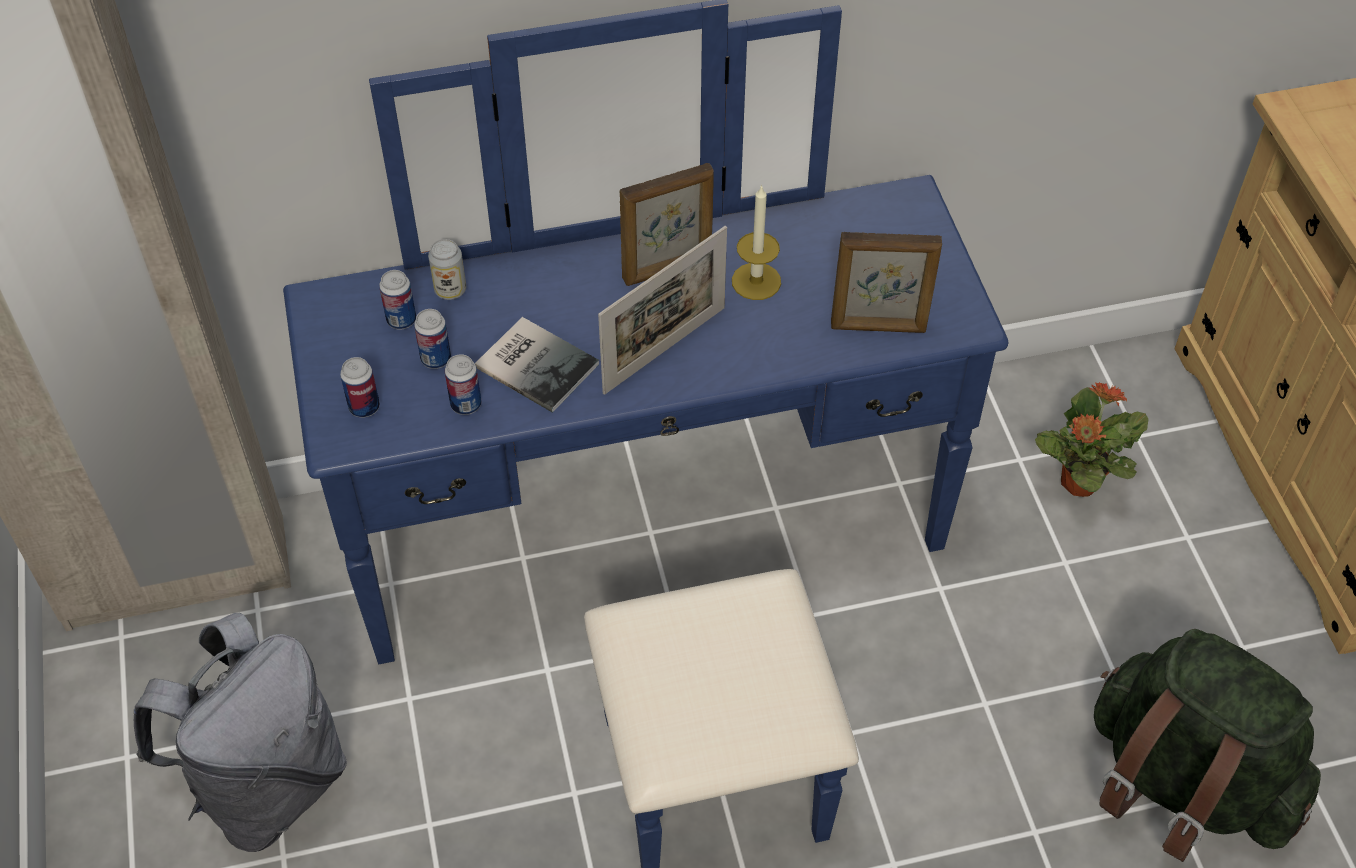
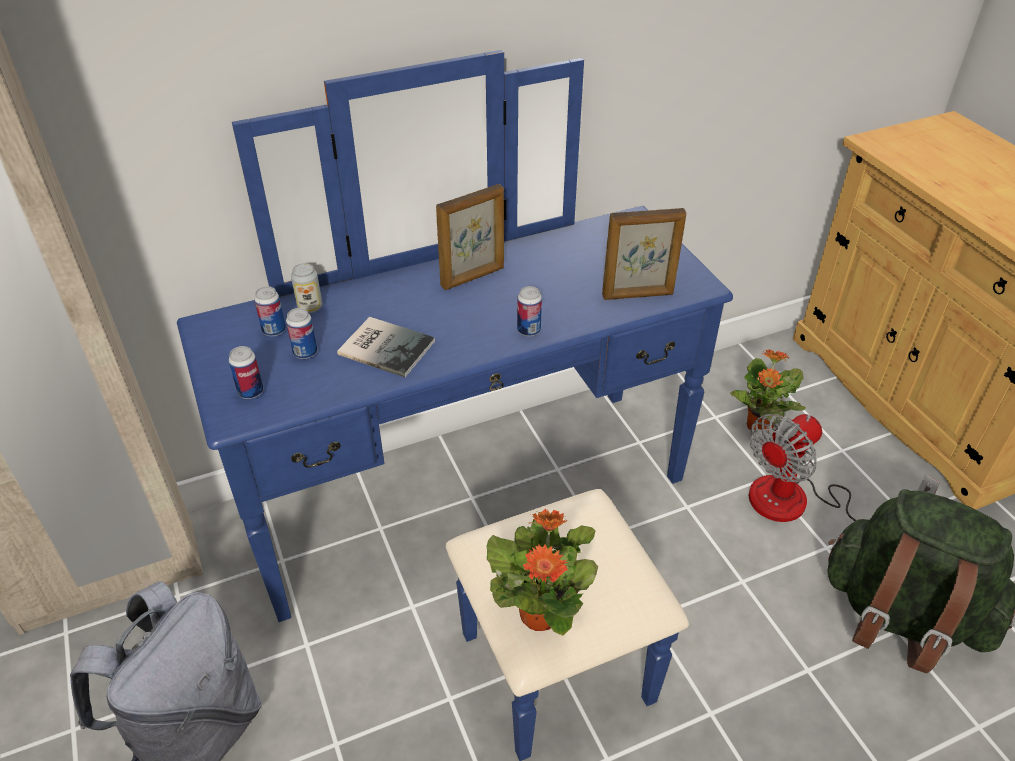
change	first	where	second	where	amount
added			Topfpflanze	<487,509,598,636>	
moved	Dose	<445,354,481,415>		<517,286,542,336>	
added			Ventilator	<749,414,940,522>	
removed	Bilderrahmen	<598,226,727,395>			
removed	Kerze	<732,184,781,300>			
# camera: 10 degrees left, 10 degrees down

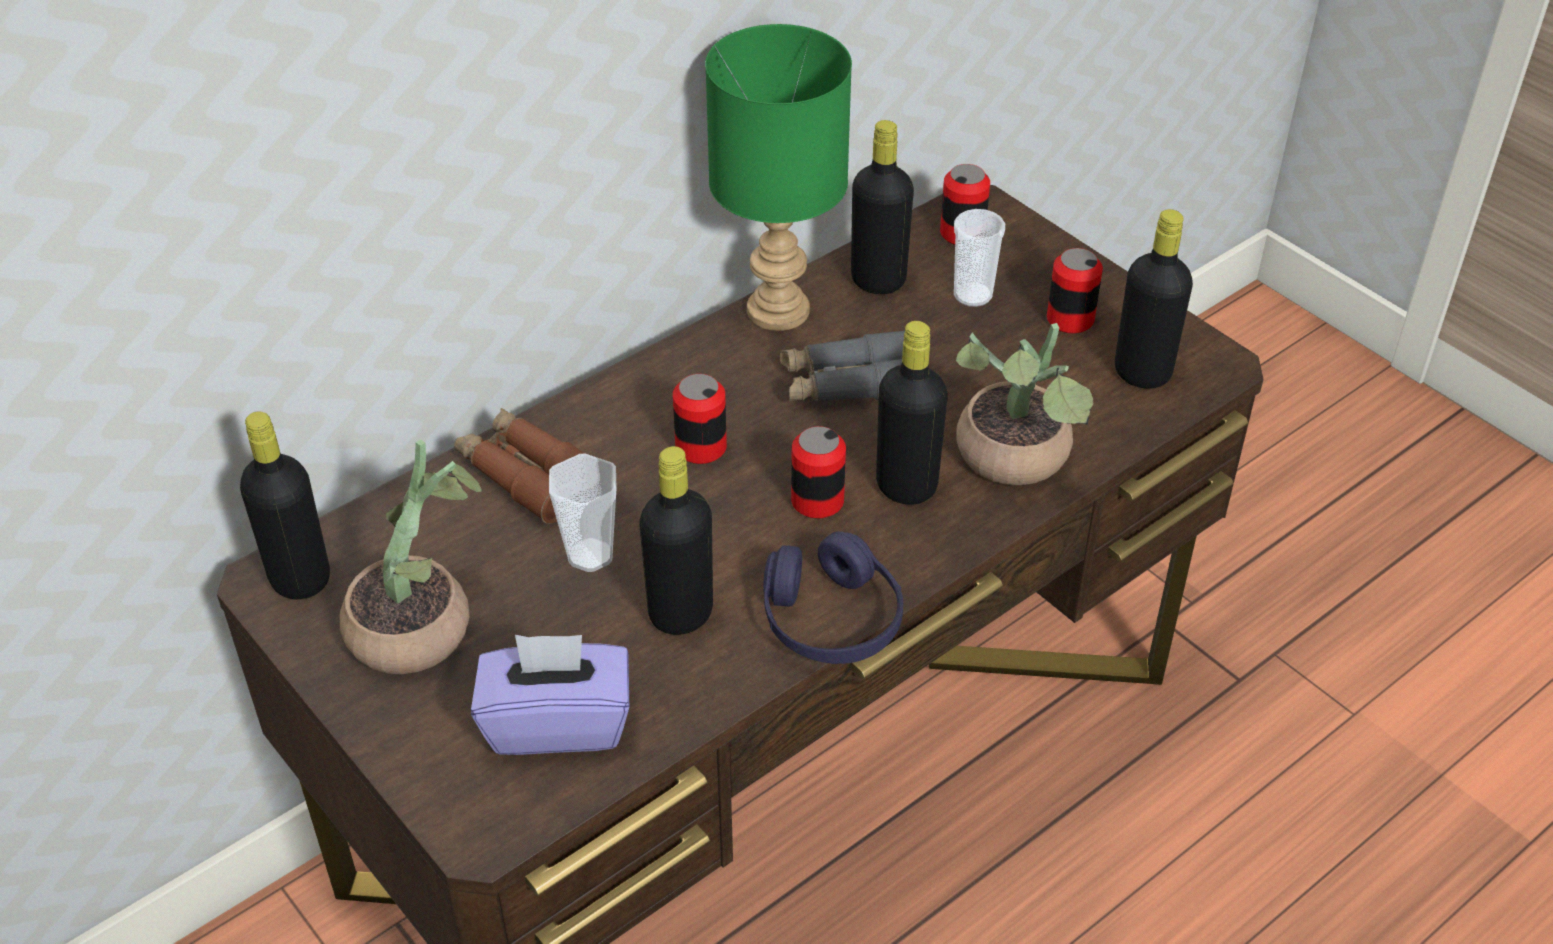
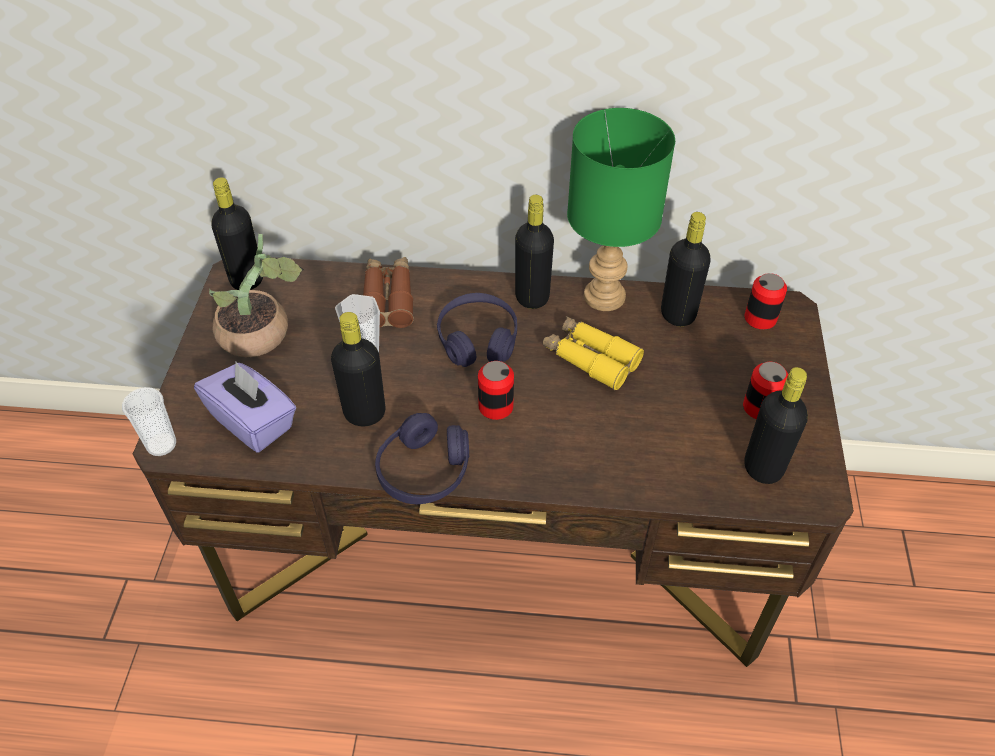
change	first	where	second	where	amount
moved	Tasse	<954,209,1005,307>		<122,387,176,456>	
replaced	Dose	<673,374,727,464>	Kopfhörer (lila)	<437,293,517,367>	
moved	Flasche (schwarz)	<876,321,948,505>		<515,195,554,309>	
recoloured	Fernglas (grau)	<780,330,905,401>	Fernglas (gelb)	<542,316,644,390>	
removed	Topfpflanze	<956,323,1094,485>			
# camera: 45 degrees right, 5 degrees up

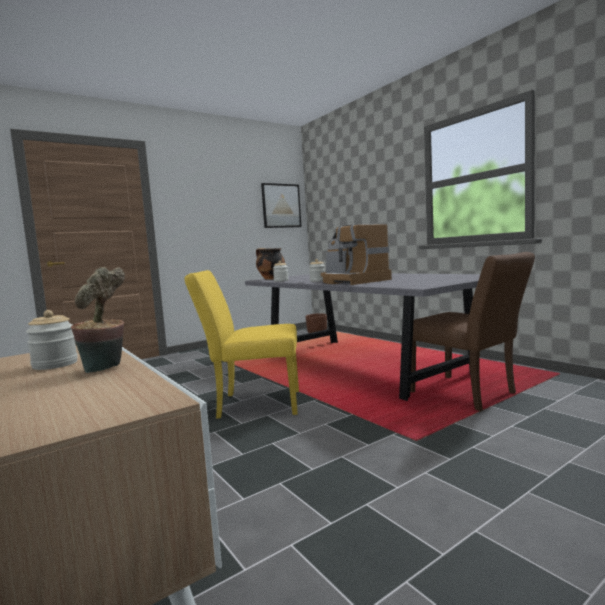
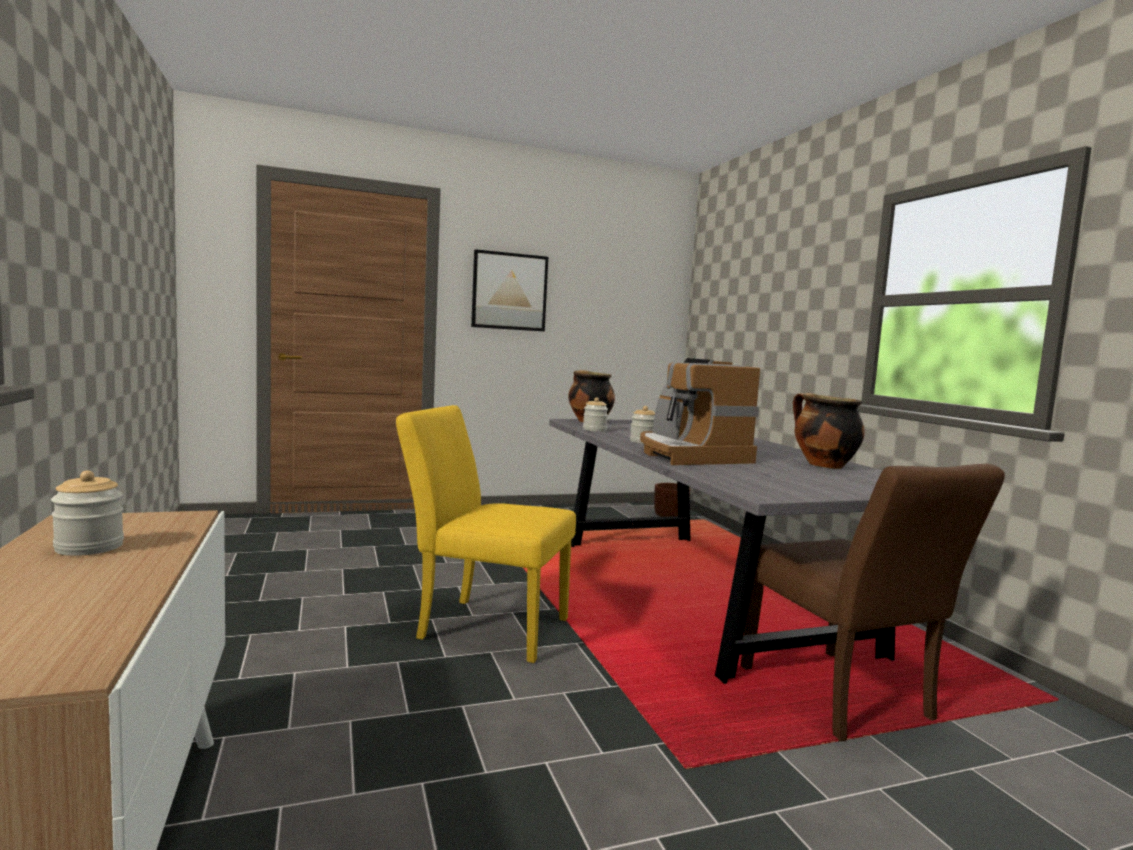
change	first	where	second	where	amount
moved	Bild	<261,183,302,228>		<471,249,548,331>	
added			Kochtopf	<793,393,865,469>	
removed	Topfpflanze	<71,267,125,373>			
# camera: 15 degrees right, 0 degrees up

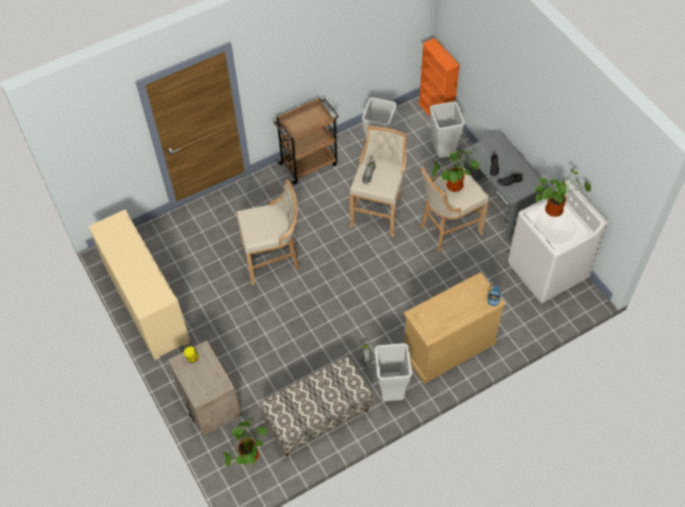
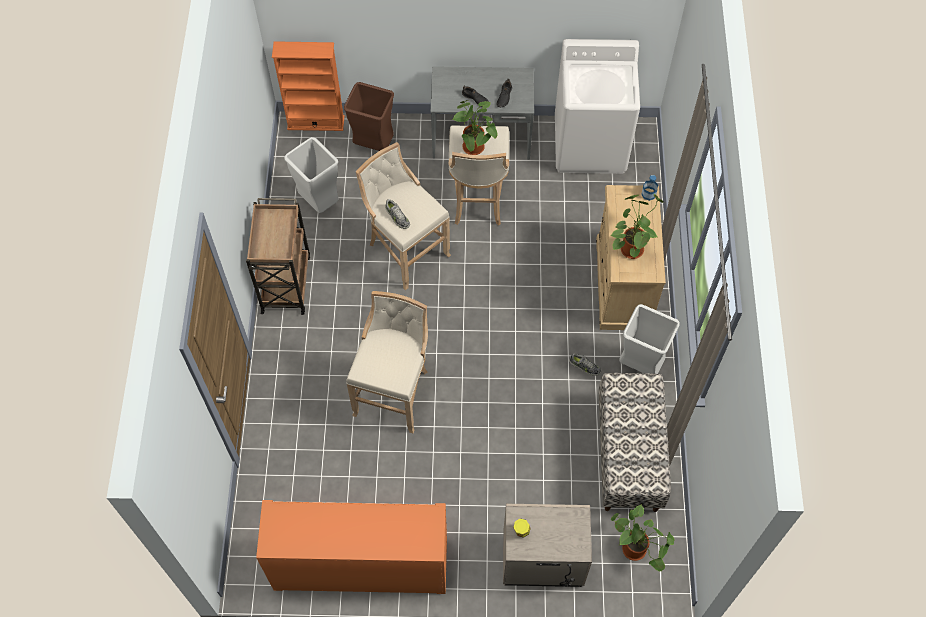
change	first	where	second	where	amount
recoloured	Schrank (beige)	<88,210,190,360>	Schrank (orange)	<256,500,447,594>	
recoloured	Mülleimer (grau)	<430,102,465,158>	Mülleimer (braun)	<344,82,394,151>	
moved	Topfpflanze	<534,169,591,217>		<610,194,664,259>	
# camera: 60 degrees left, 5 degrees up

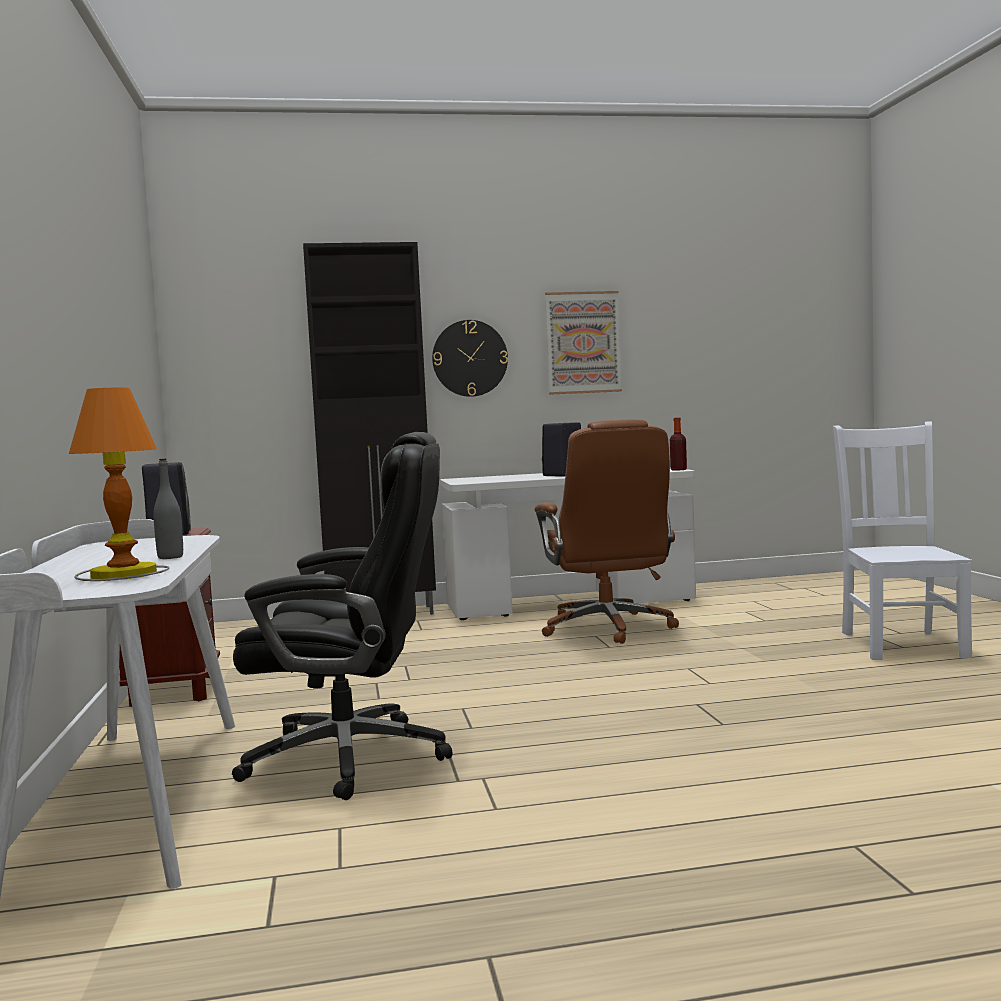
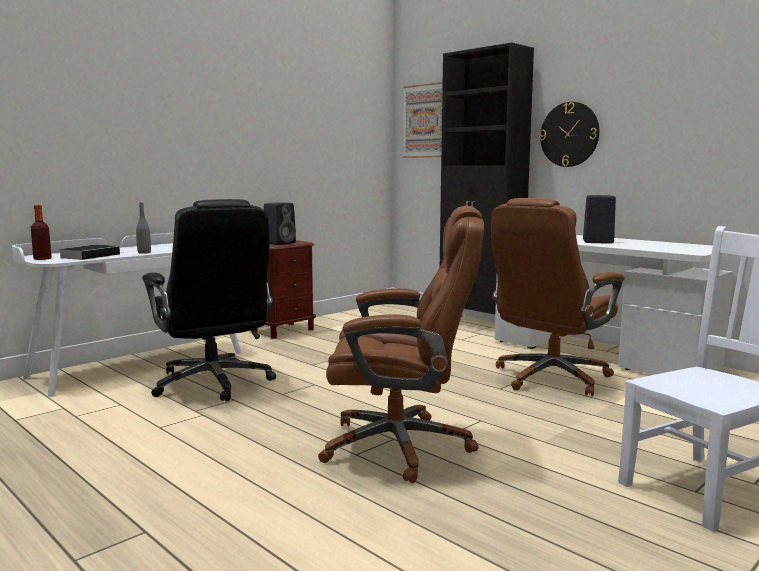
change	first	where	second	where	amount
moved	Flasche	<670,417,687,471>		<31,205,52,260>	
replaced	Tischlampe	<69,387,170,581>	Buch	<59,245,121,260>	
added			Bürostuhl (braun)	<318,206,484,483>	
moved	Bild	<545,291,622,395>		<403,82,443,158>	
# camera: 55 degrees right, 5 degrees up

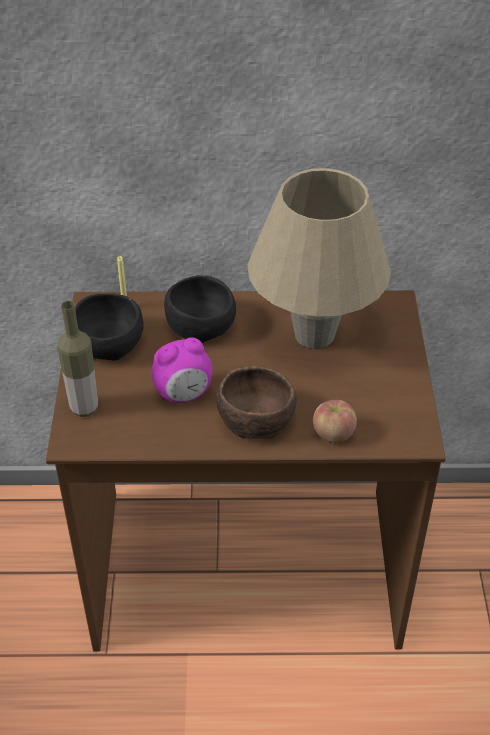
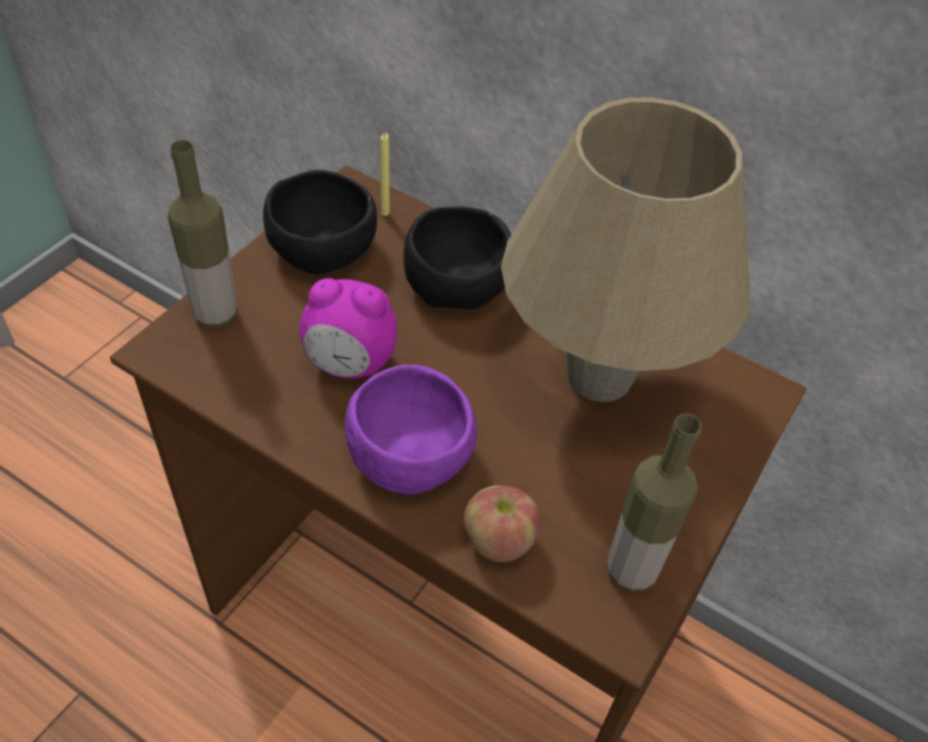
change	first	where	second	where	amount
recoloured	Schüssel (braun)	<216,366,297,439>	Schüssel (lila)	<345,365,477,495>	
added			Flasche	<607,414,702,592>	
# camera: 30 degrees right, 5 degrees up

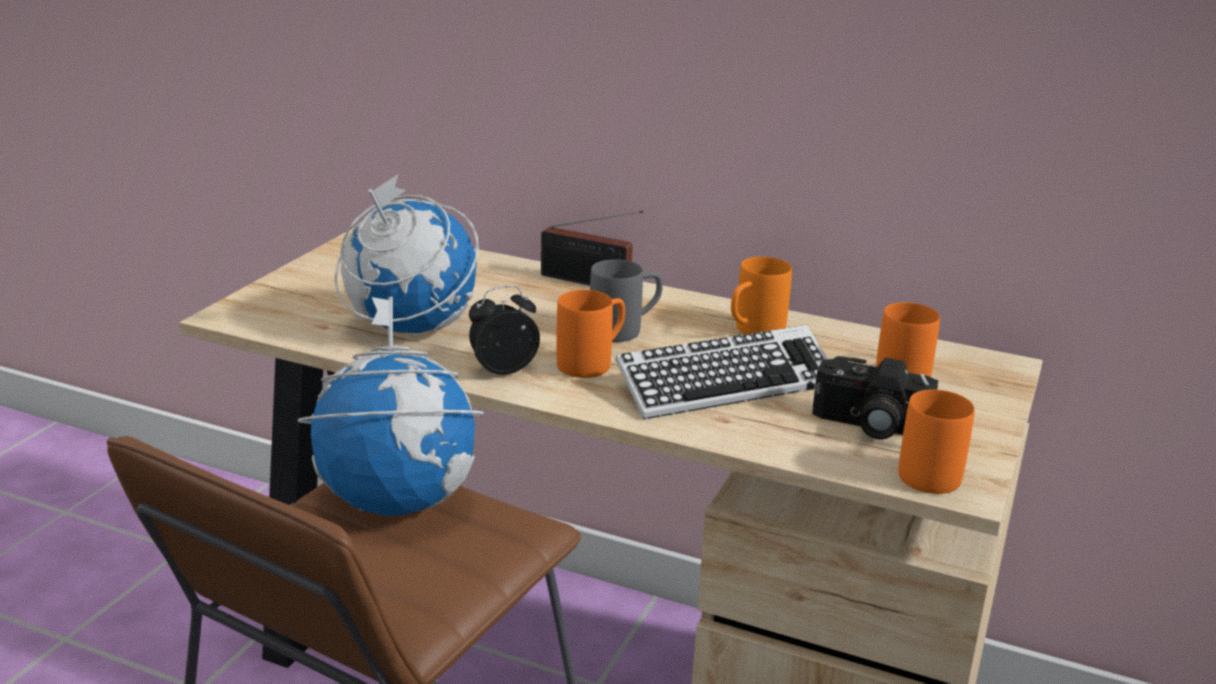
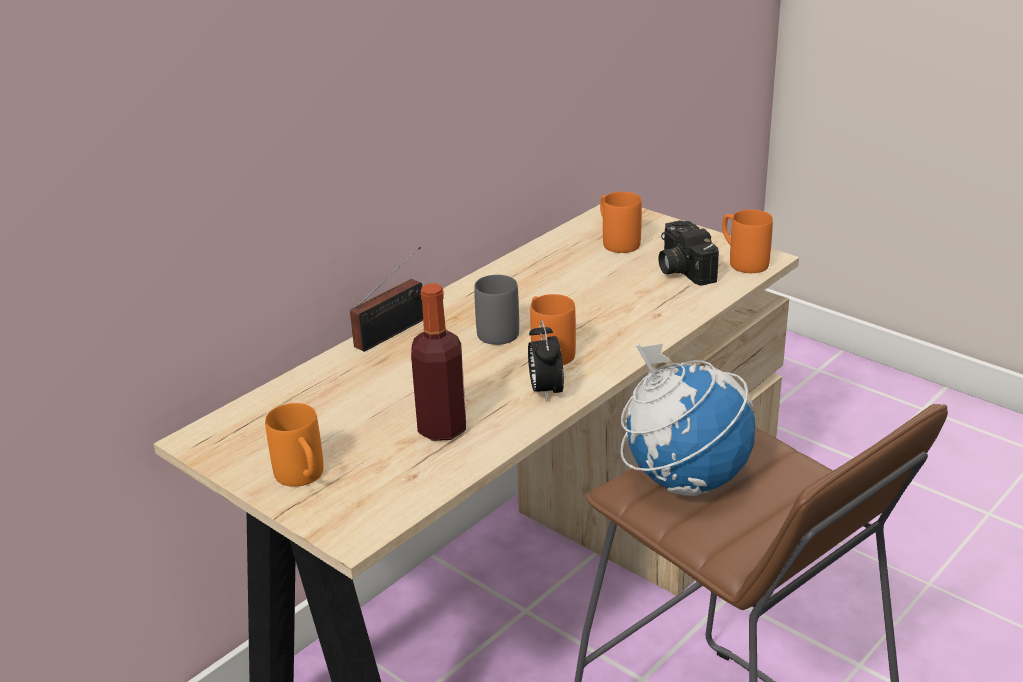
change	first	where	second	where	amount
moved	Henkelbecher (orange)	<731,257,792,334>		<265,403,324,487>	
replaced	Globus	<334,174,479,333>	Flasche	<411,283,466,441>	
turned	Kamera	<812,356,938,440>		<658,220,719,286>	120 degrees clockwise
removed	Tastatur	<615,325,828,419>			
# camera: 70 degrees left, 5 degrees up

